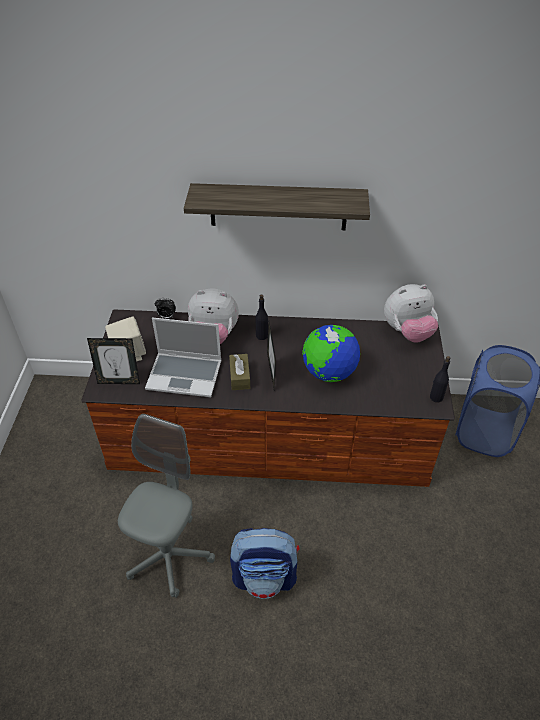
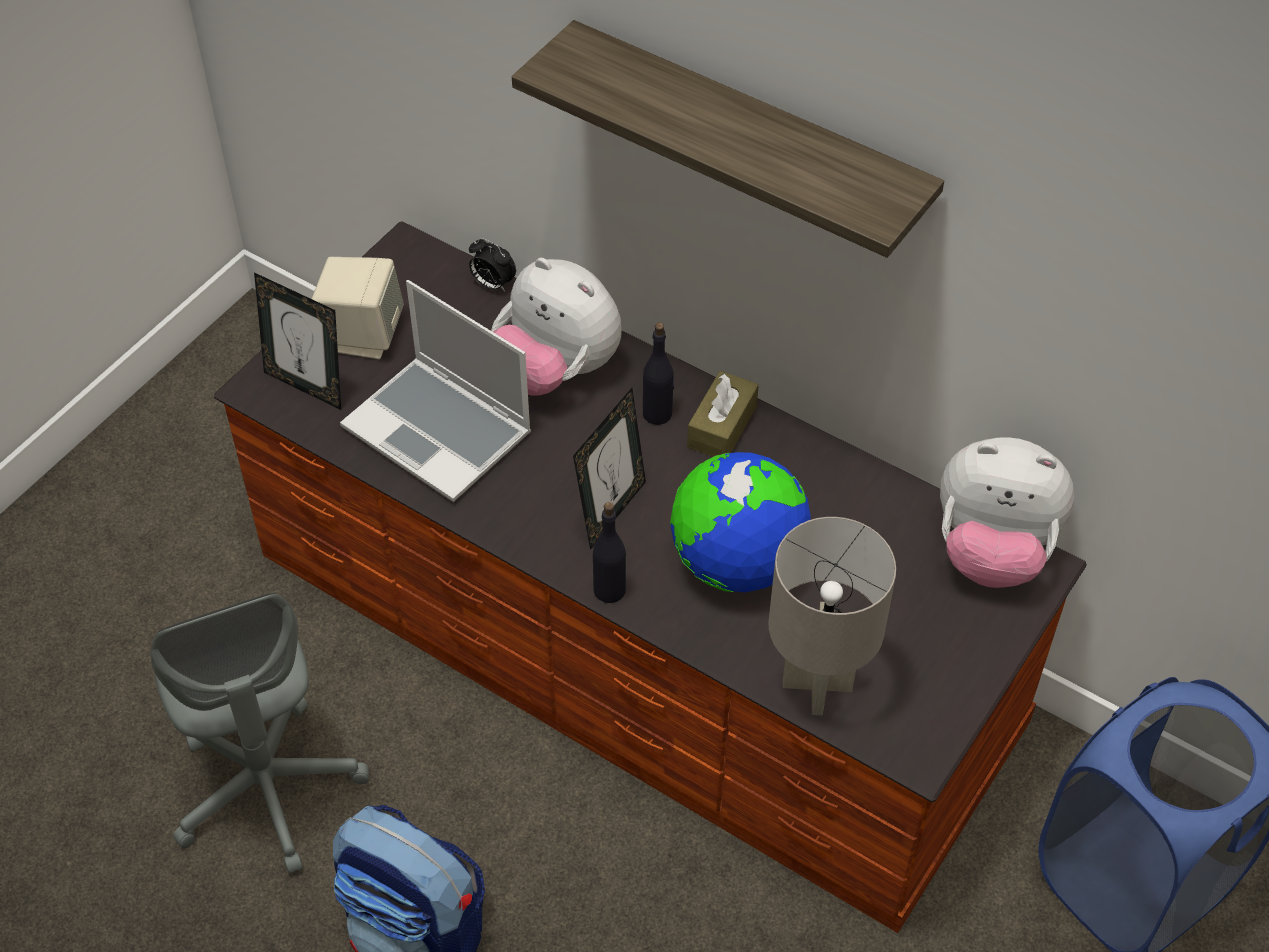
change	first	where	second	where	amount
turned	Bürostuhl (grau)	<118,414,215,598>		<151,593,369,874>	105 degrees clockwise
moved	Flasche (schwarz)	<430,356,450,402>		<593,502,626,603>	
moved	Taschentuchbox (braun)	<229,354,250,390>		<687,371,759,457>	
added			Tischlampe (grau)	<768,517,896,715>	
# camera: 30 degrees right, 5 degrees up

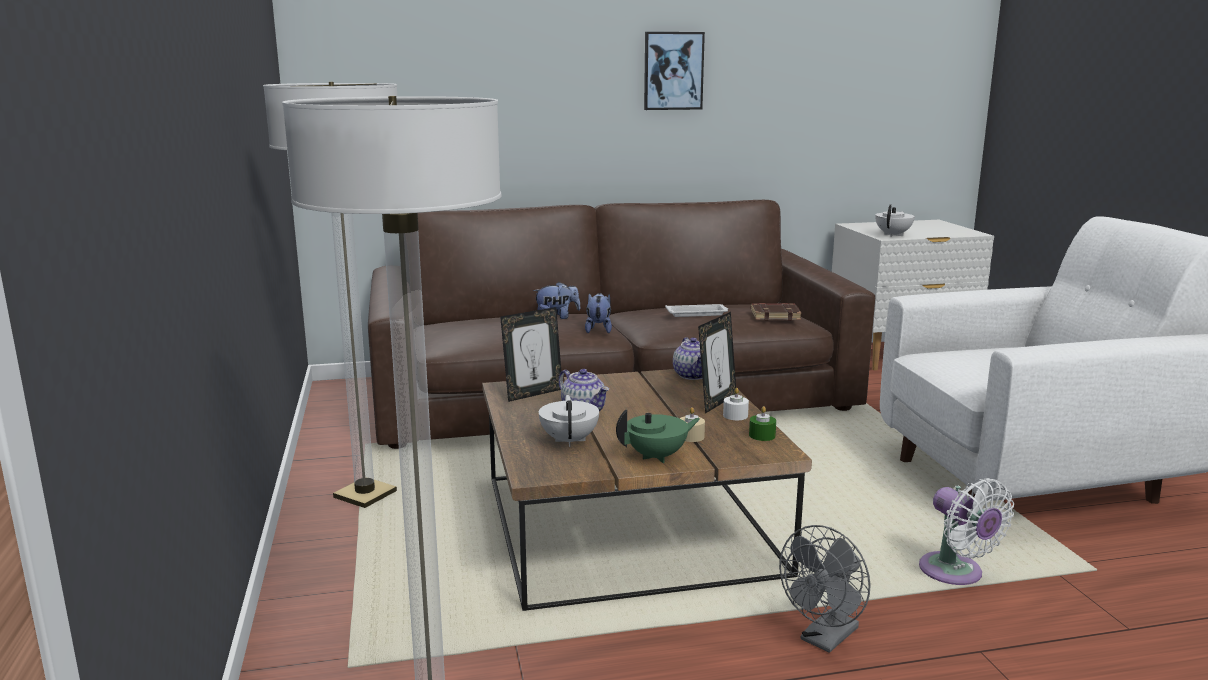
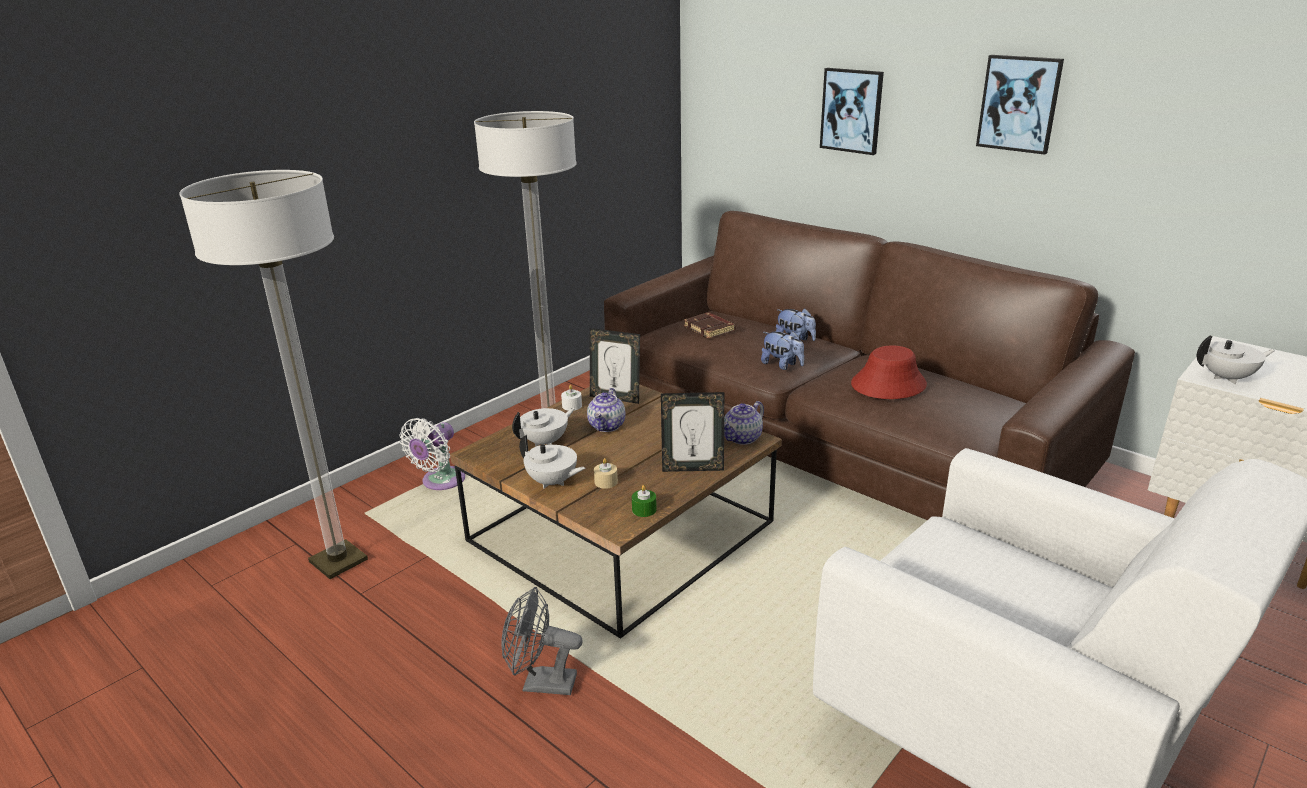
change	first	where	second	where	amount
moved	Ventilator (weiß)	<919,478,1014,585>		<399,418,465,490>	
recoloured	Teekanne (grün)	<616,410,700,463>	Teekanne (weiß)	<519,435,585,489>	
moved	Kerze (weiß)	<723,388,749,420>		<561,385,582,411>	
moved	Buch (braun)	<751,303,801,321>		<684,312,736,338>	
turned	Plüschtier	<585,293,612,333>		<761,331,804,370>	75 degrees clockwise
added			Bild	<820,68,884,155>	
replaced	Tablett (weiß)	<665,304,728,317>	Hut (rot)	<851,346,927,399>	
# camera: 55 degrees right, 10 degrees up

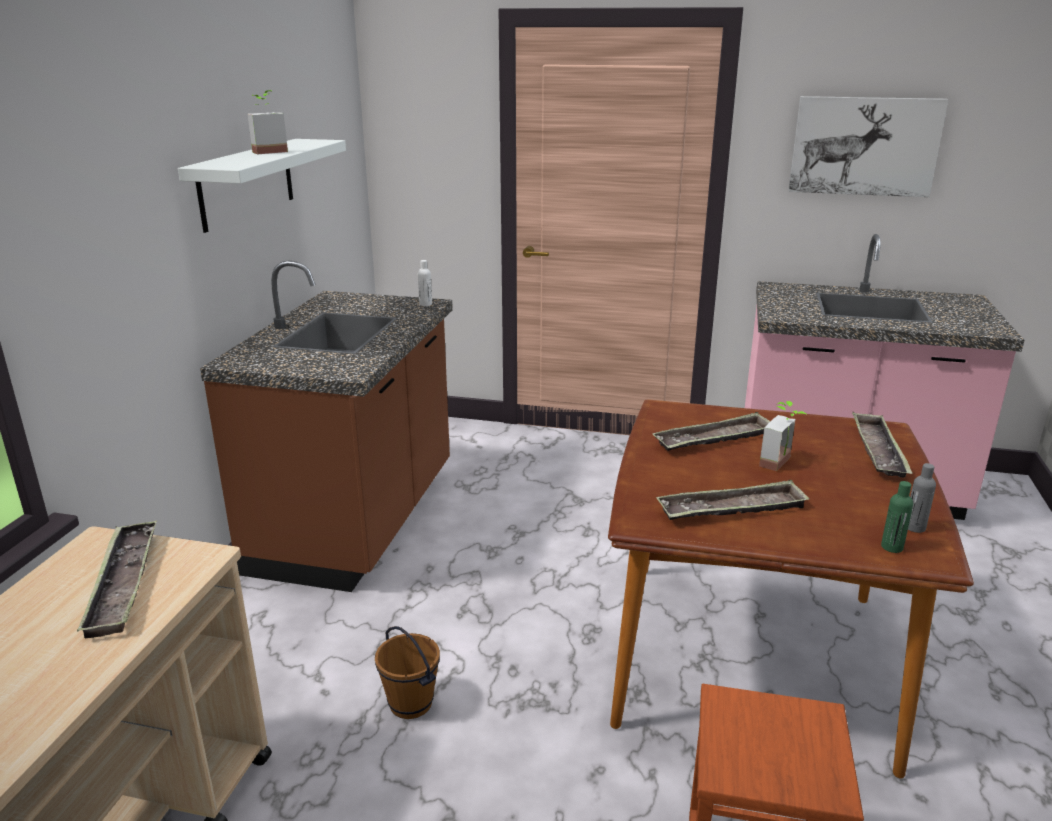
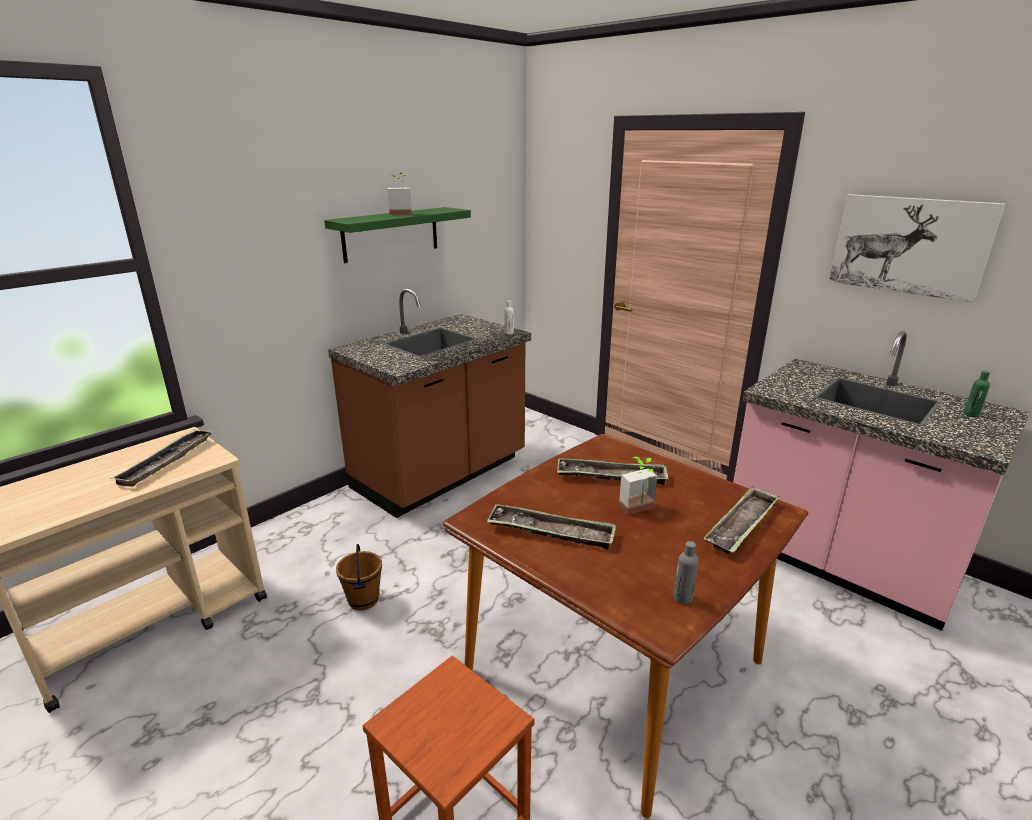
change	first	where	second	where	amount
recoloured	Wandregal (weiß)	<178,139,346,233>	Wandregal (grün)	<324,207,471,263>	
moved	Flasche (grün)	<881,481,913,553>		<964,371,990,417>	
# camera: 30 degrees right, 0 degrees up

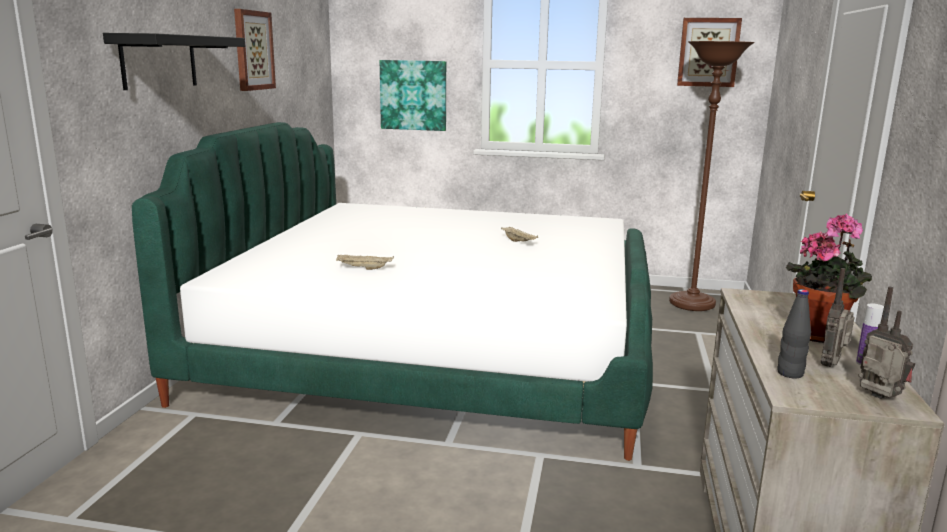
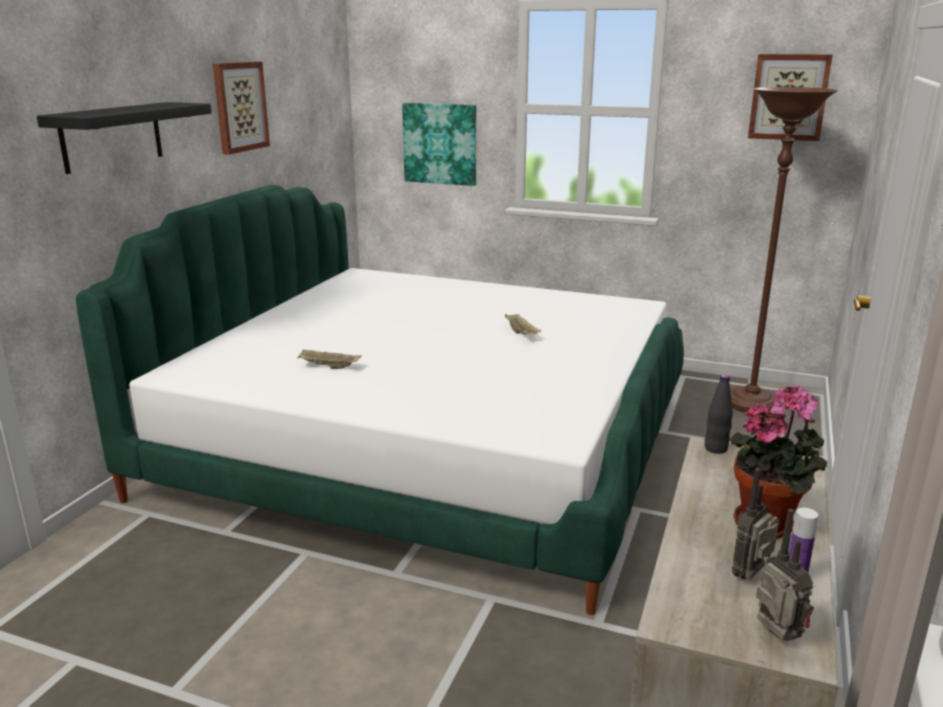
change	first	where	second	where	amount
moved	Flasche (schwarz)	<777,289,811,378>		<705,375,733,454>	
# camera: 10 degrees right, 5 degrees up

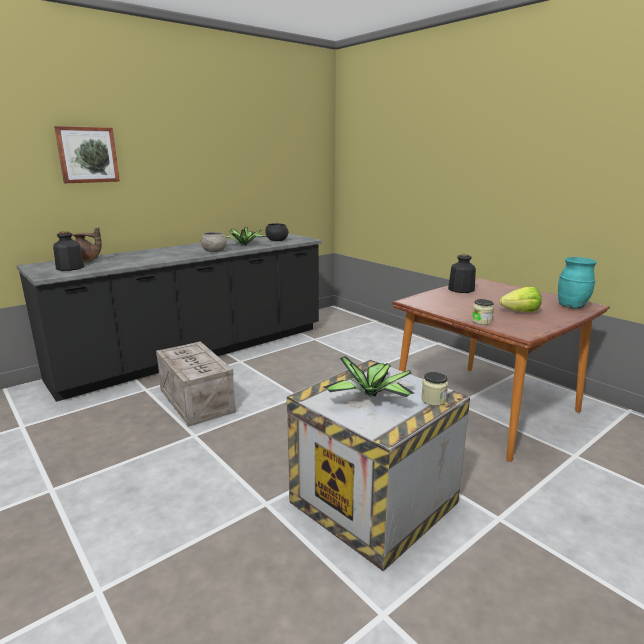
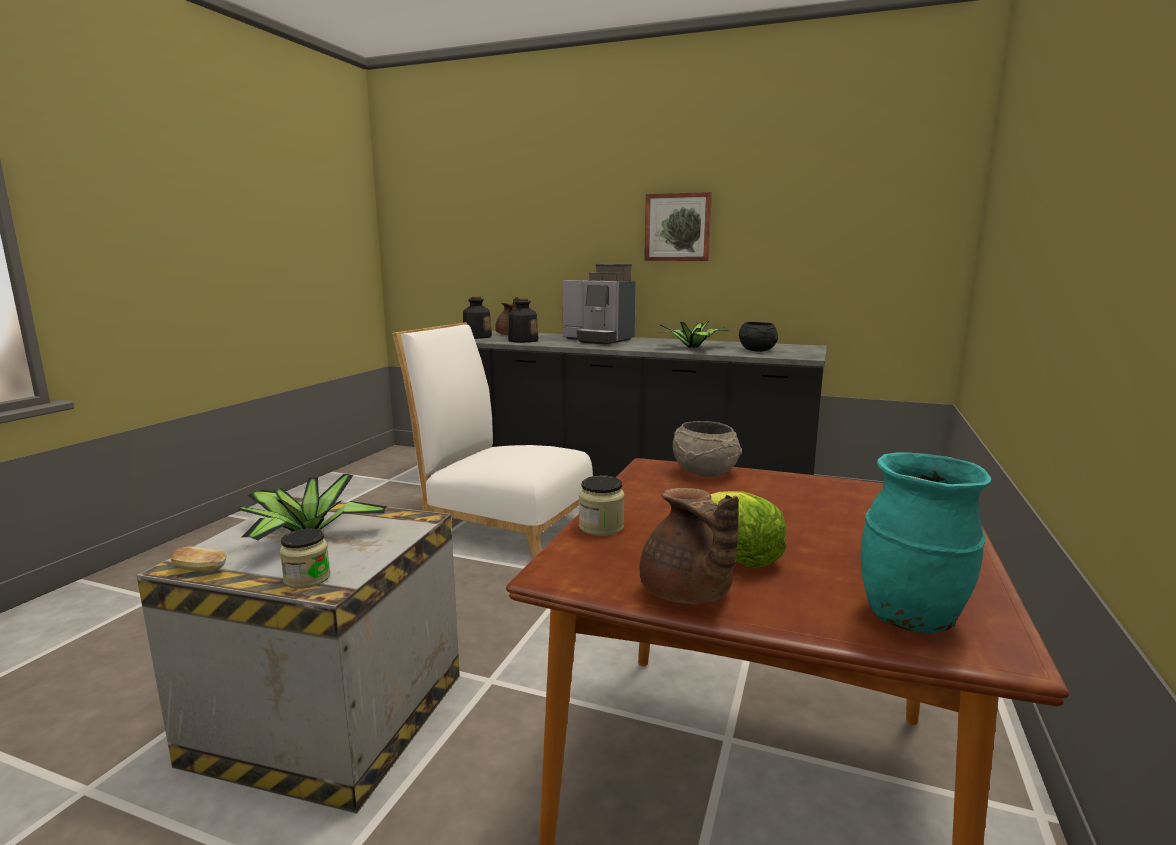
change	first	where	second	where	amount
added			Brot	<170,546,226,572>	
replaced	Kiste	<156,341,236,427>	Stuhl (weiß)	<392,322,593,559>	
moved	Flasche	<448,254,476,293>		<508,298,539,343>	
added			Kaffeemaschine	<562,264,636,345>	
added			Teekanne (braun)	<640,488,739,604>	
moved	Bild	<54,126,120,183>		<644,192,712,261>	
moved	Schüssel (grau)	<200,232,227,252>		<673,421,742,477>	
# camera: 60 degrees right, 5 degrees down

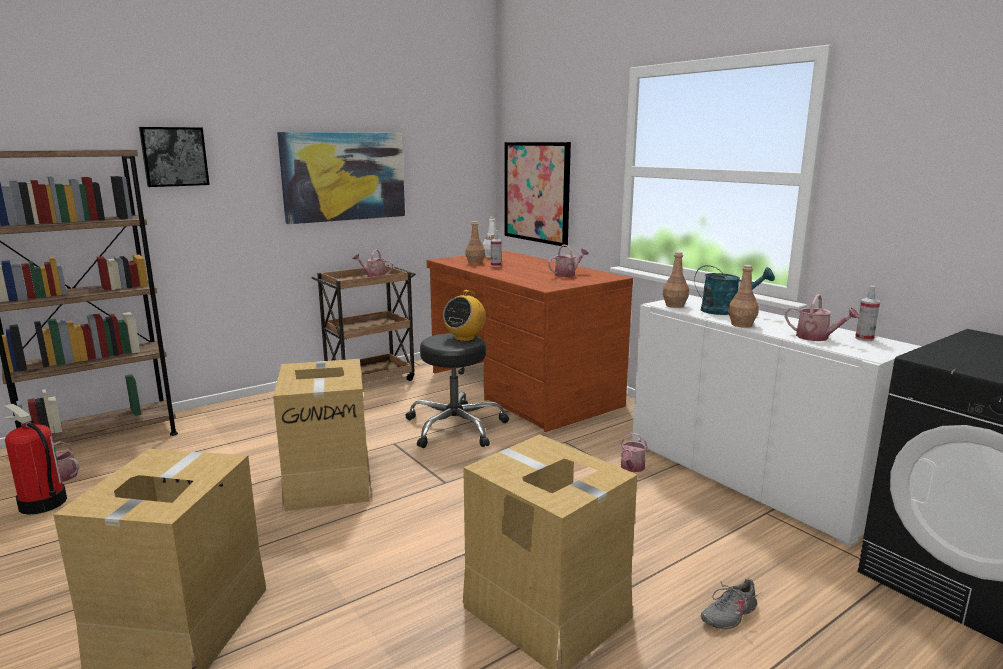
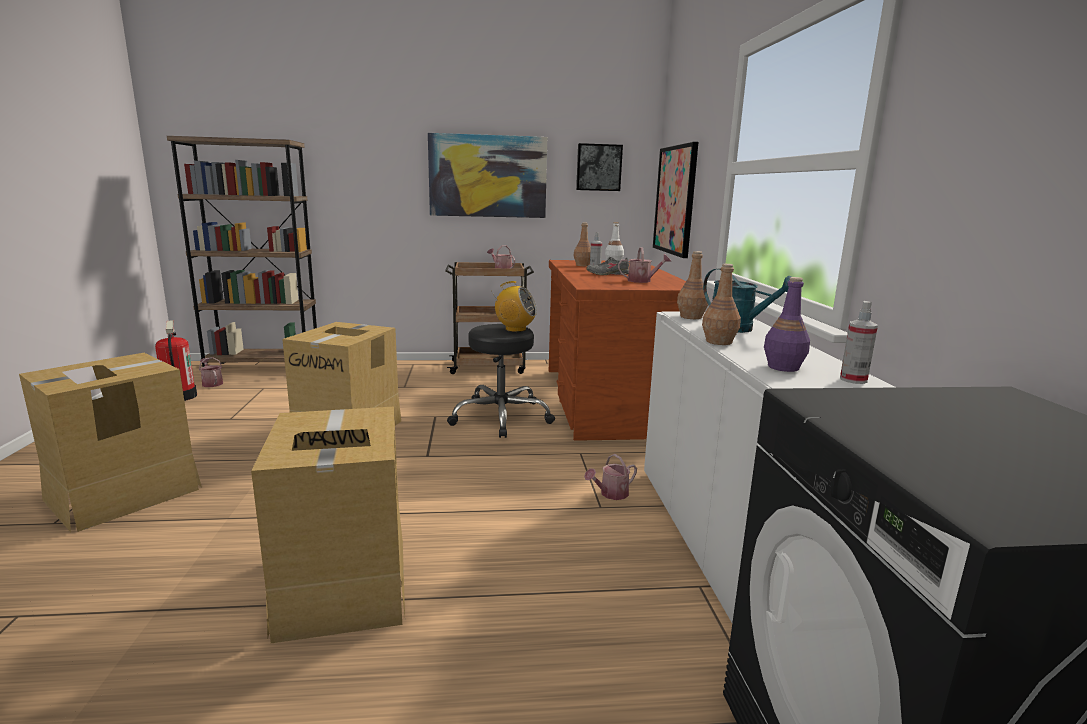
change	first	where	second	where	amount
turned	Radio	<443,290,486,341>		<491,281,537,332>	135 degrees counterclockwise
moved	Bild	<139,127,210,187>		<576,143,623,191>	
moved	Schuh (grau)	<701,578,760,629>		<586,257,629,275>	
replaced	Gießkanne	<785,294,860,341>	Flasche (lila)	<764,277,810,372>	
# camera: 30 degrees right, 0 degrees up

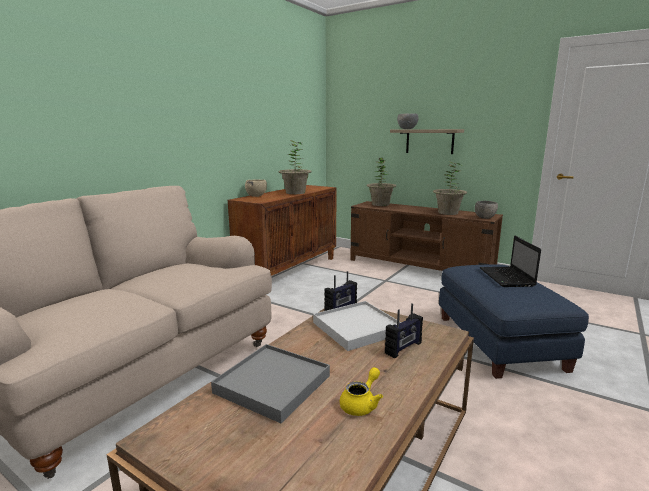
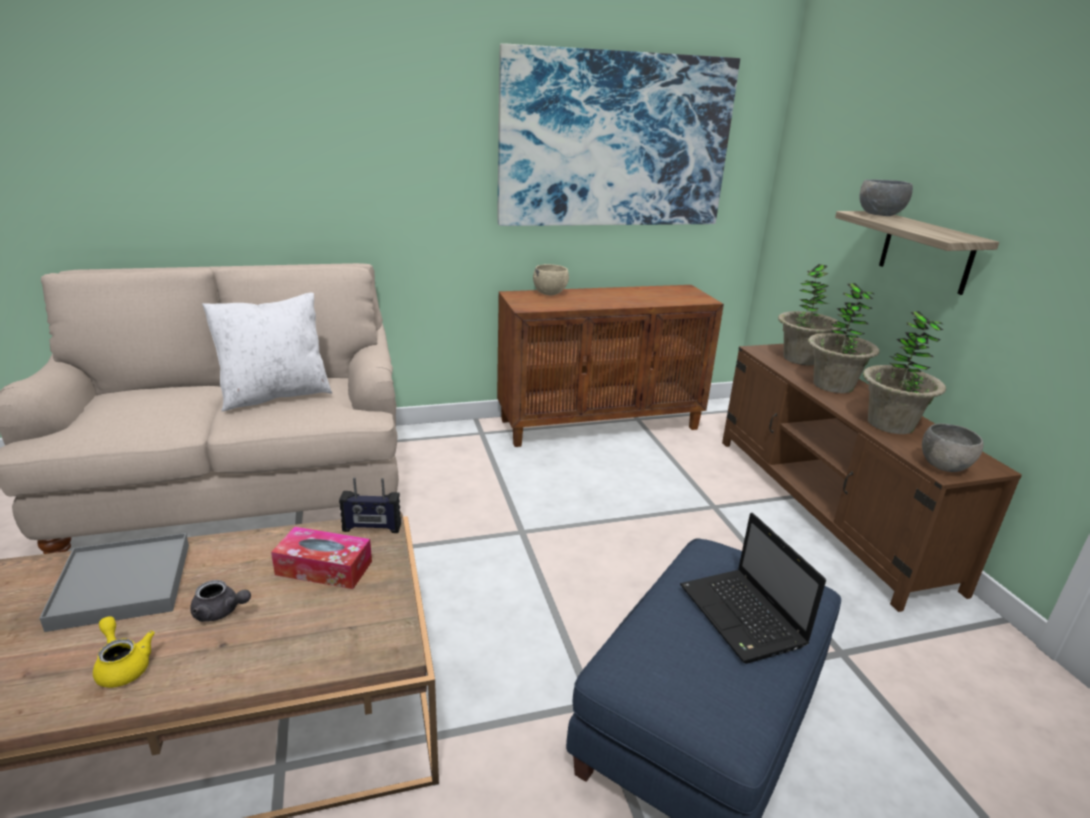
change	first	where	second	where	amount
turned	Teekanne (gelb)	<340,367,383,416>		<93,616,155,688>	120 degrees counterclockwise
added			Teekanne (grau)	<190,580,251,622>	
added			Kissen (weiß)	<202,292,332,412>	
replaced	Tablett (weiß)	<313,301,402,351>	Taschentuchbox	<271,527,372,589>	
added			Bild	<498,43,740,226>	
turned	Laptop	<480,236,541,287>		<680,513,826,664>	60 degrees counterclockwise
moved	Topfpflanze	<279,140,312,194>		<808,283,880,393>	
removed	Radio	<385,303,423,358>			
# camera: 40 degrees right, 10 degrees up

